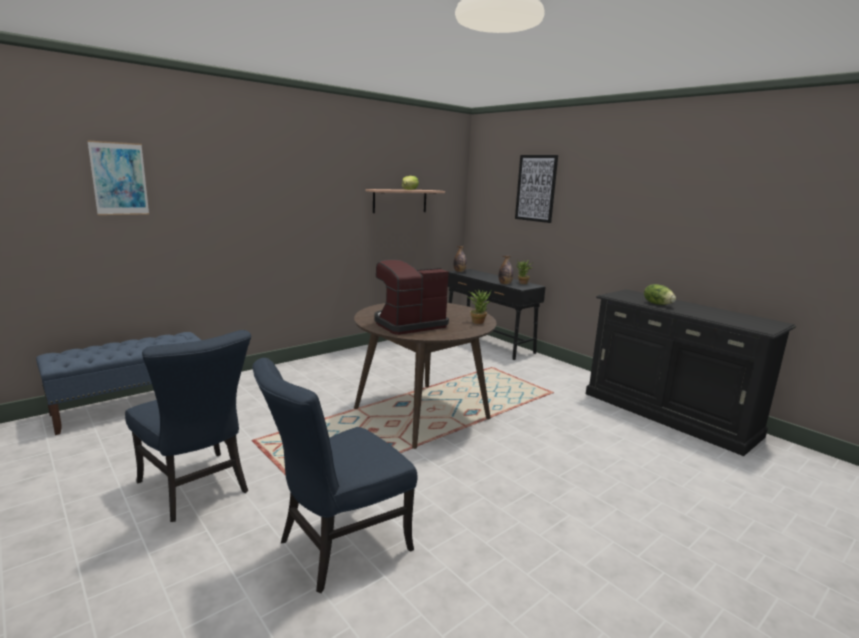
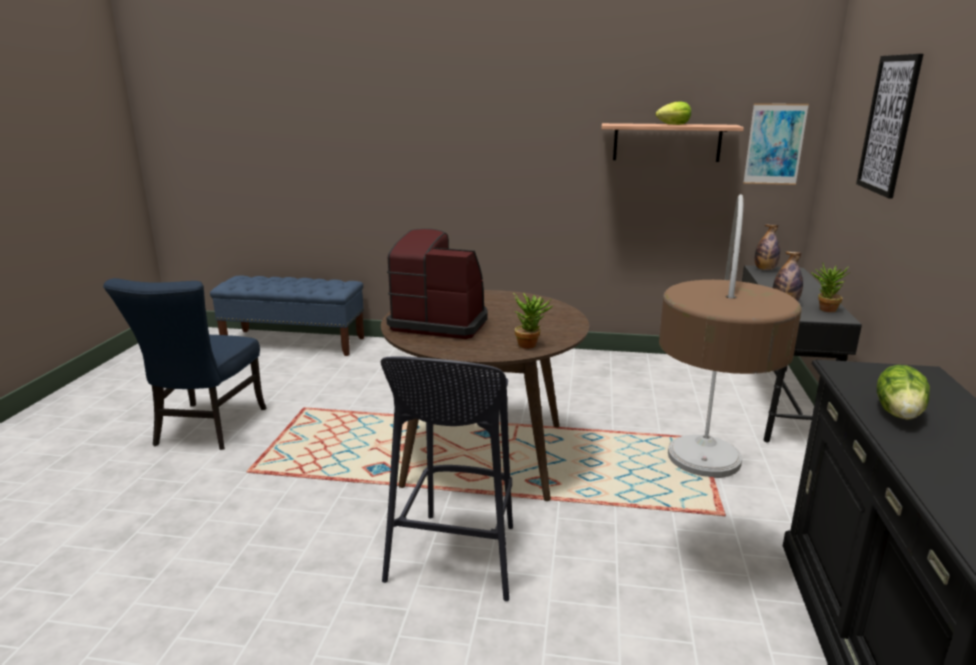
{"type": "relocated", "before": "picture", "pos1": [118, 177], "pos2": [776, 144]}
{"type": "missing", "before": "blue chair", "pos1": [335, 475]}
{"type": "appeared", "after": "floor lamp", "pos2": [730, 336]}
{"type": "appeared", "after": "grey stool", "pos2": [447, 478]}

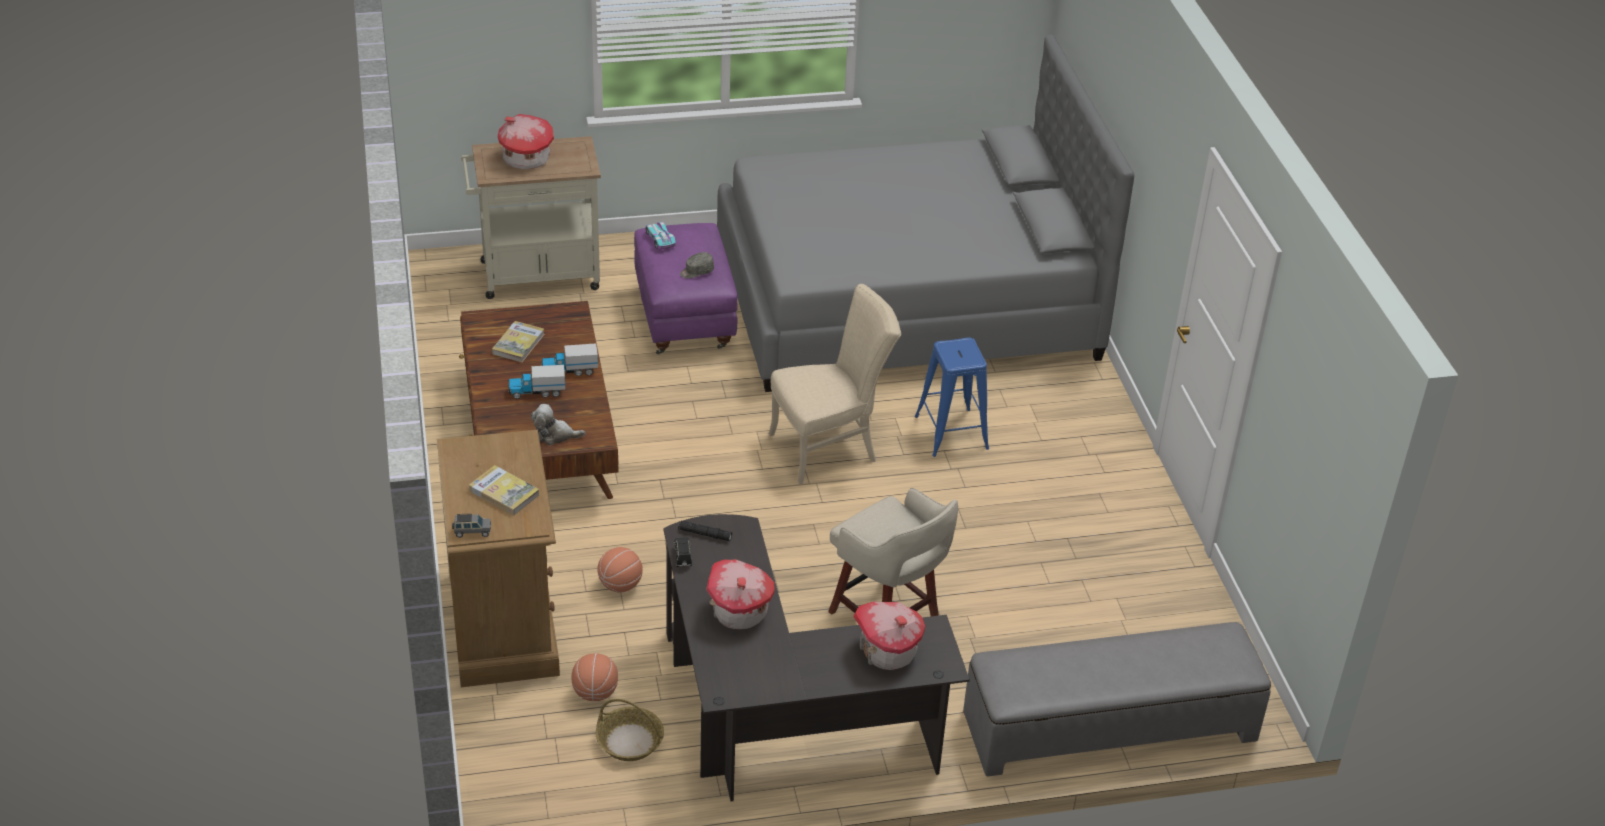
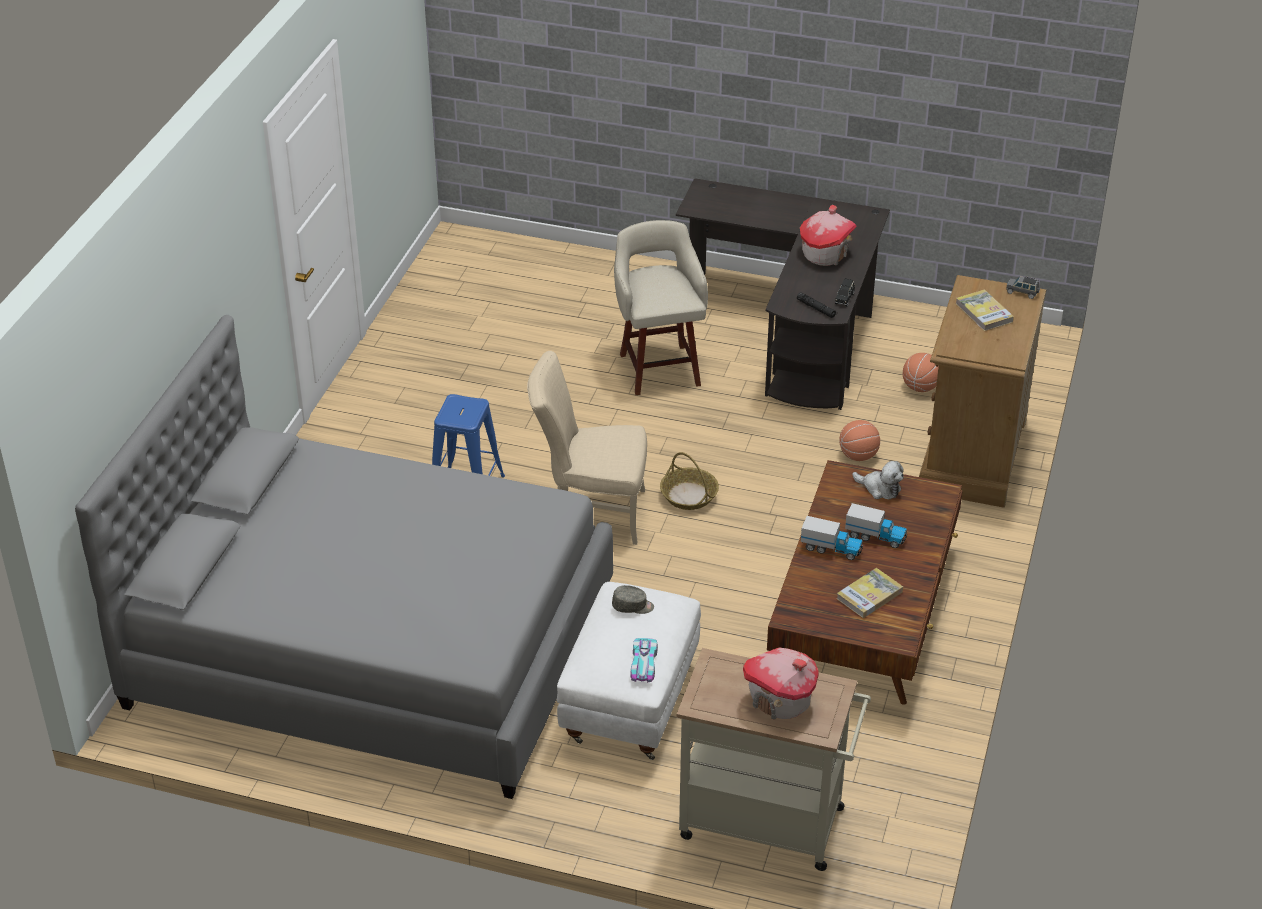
{"type": "colour", "before": "purple ottoman", "after": "white ottoman", "pos1": [686, 289], "pos2": [629, 671]}
{"type": "missing", "before": "toy house", "pos1": [889, 636]}
{"type": "missing", "before": "grey bench", "pos1": [1117, 699]}
{"type": "relocated", "before": "basket", "pos1": [630, 730], "pos2": [689, 481]}

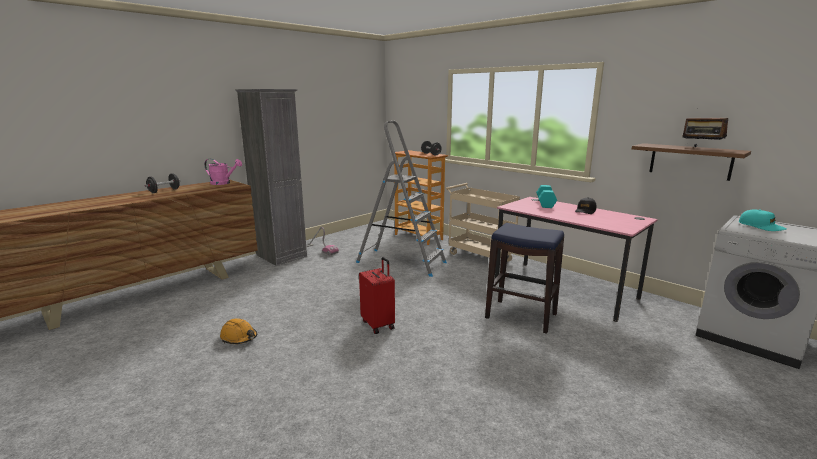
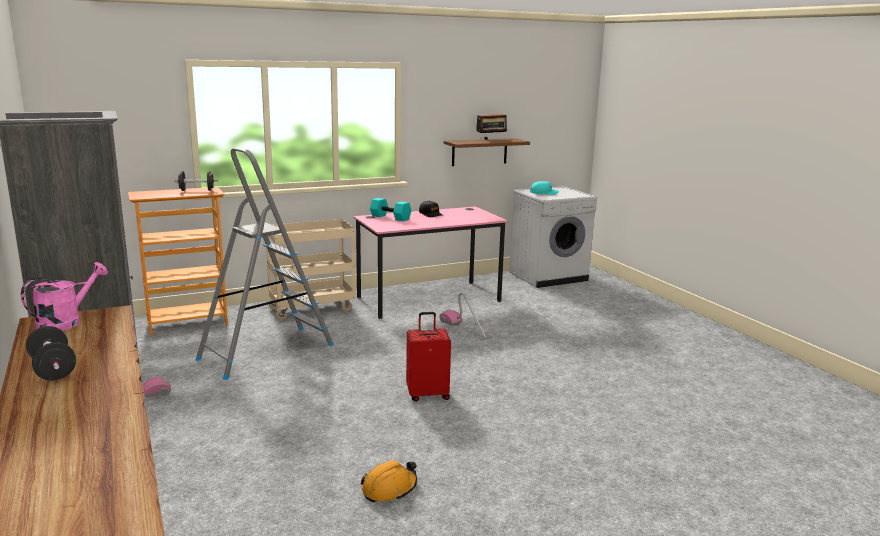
{"type": "exchanged", "before": "stool", "after": "vacuum cleaner", "pos1": [524, 278], "pos2": [466, 316]}

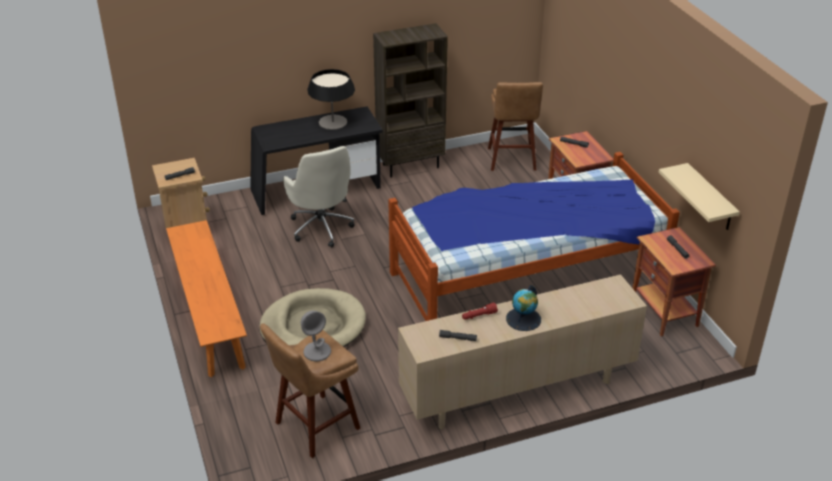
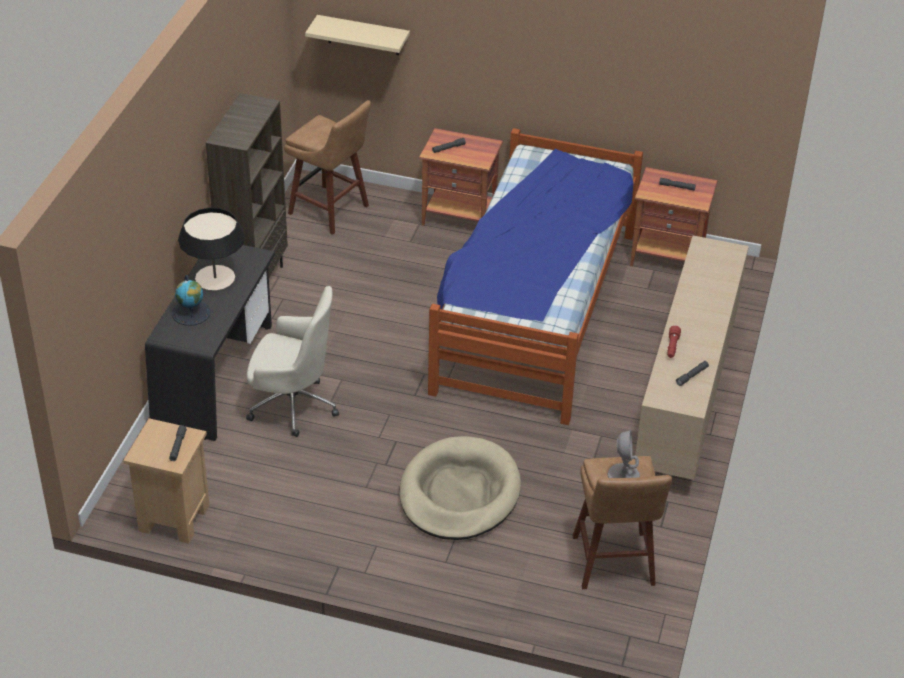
{"type": "relocated", "before": "beige shelf", "pos1": [699, 196], "pos2": [357, 35]}
{"type": "missing", "before": "orange bench", "pos1": [206, 298]}
{"type": "relocated", "before": "globe", "pos1": [523, 308], "pos2": [191, 300]}

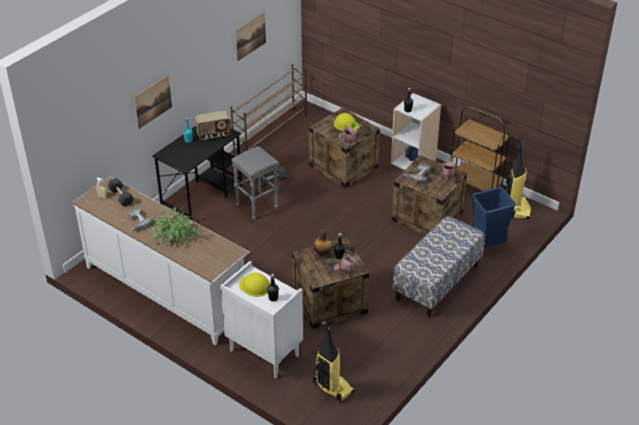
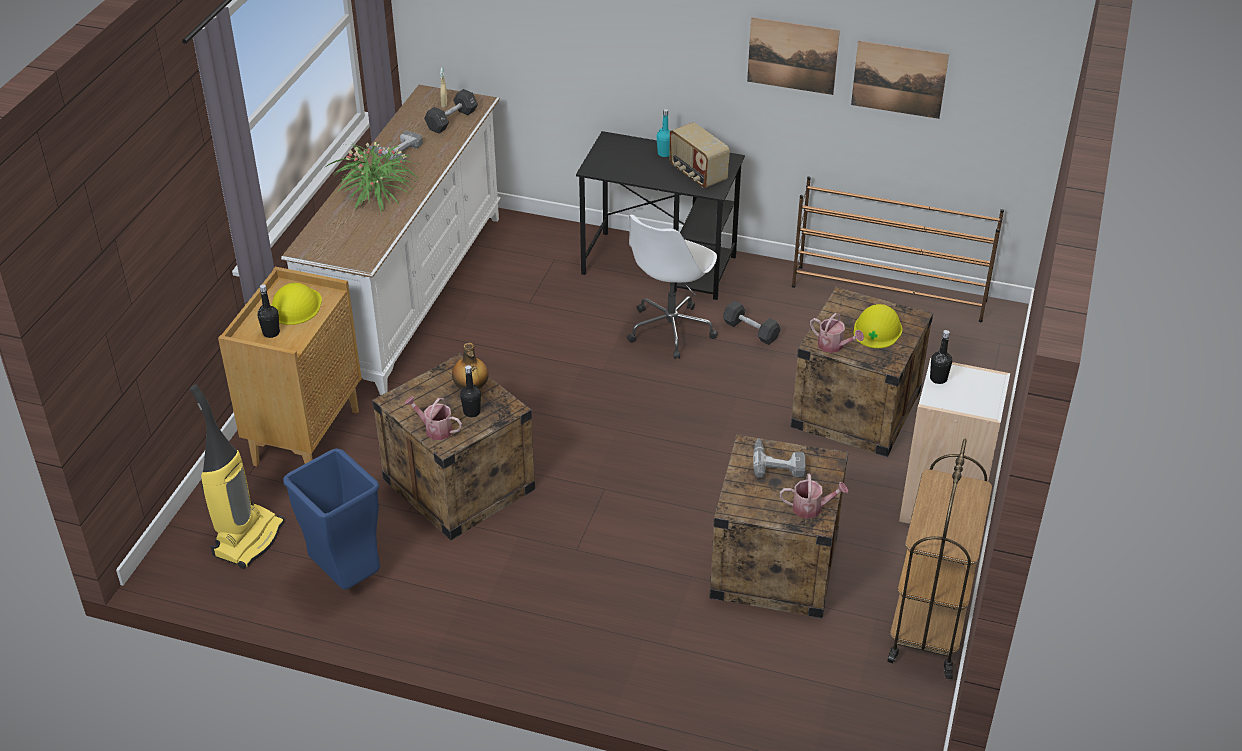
{"type": "relocated", "before": "picture", "pos1": [153, 102], "pos2": [793, 56]}
{"type": "missing", "before": "vacuum cleaner", "pos1": [518, 178]}
{"type": "exchanged", "before": "grey stool", "after": "white office chair", "pos1": [255, 183], "pos2": [672, 286]}
{"type": "relocated", "before": "blue trash can", "pos1": [494, 217], "pos2": [331, 519]}
{"type": "missing", "before": "bench", "pos1": [438, 266]}
{"type": "colour", "before": "white cabinet", "after": "brown cabinet", "pos1": [261, 319], "pos2": [290, 367]}

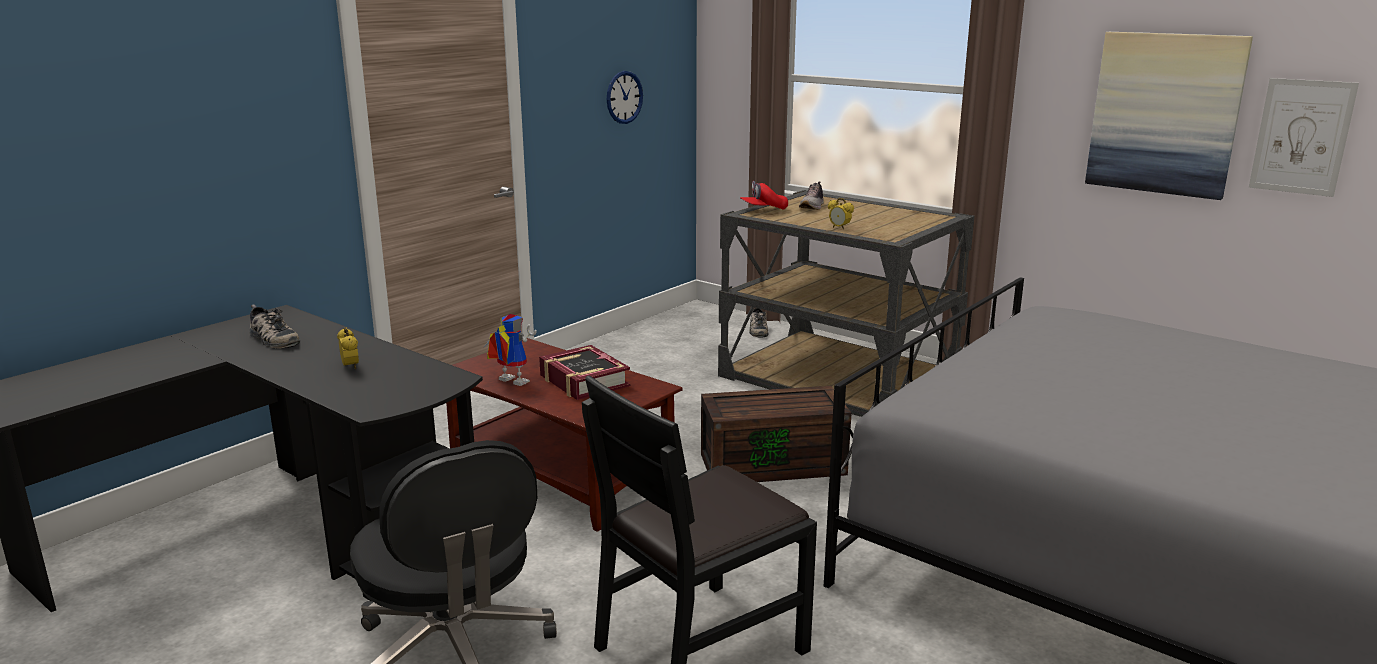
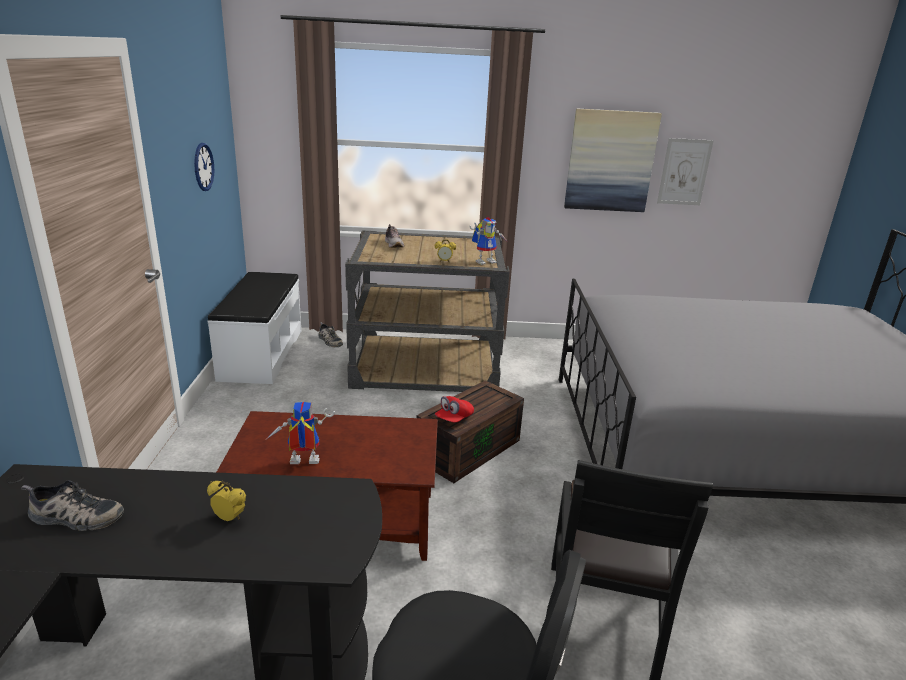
{"type": "relocated", "before": "red cap", "pos1": [764, 195], "pos2": [454, 409]}
{"type": "missing", "before": "book", "pos1": [584, 372]}
{"type": "appeared", "after": "toy robot", "pos2": [488, 241]}
{"type": "appeared", "after": "white bench", "pos2": [254, 328]}

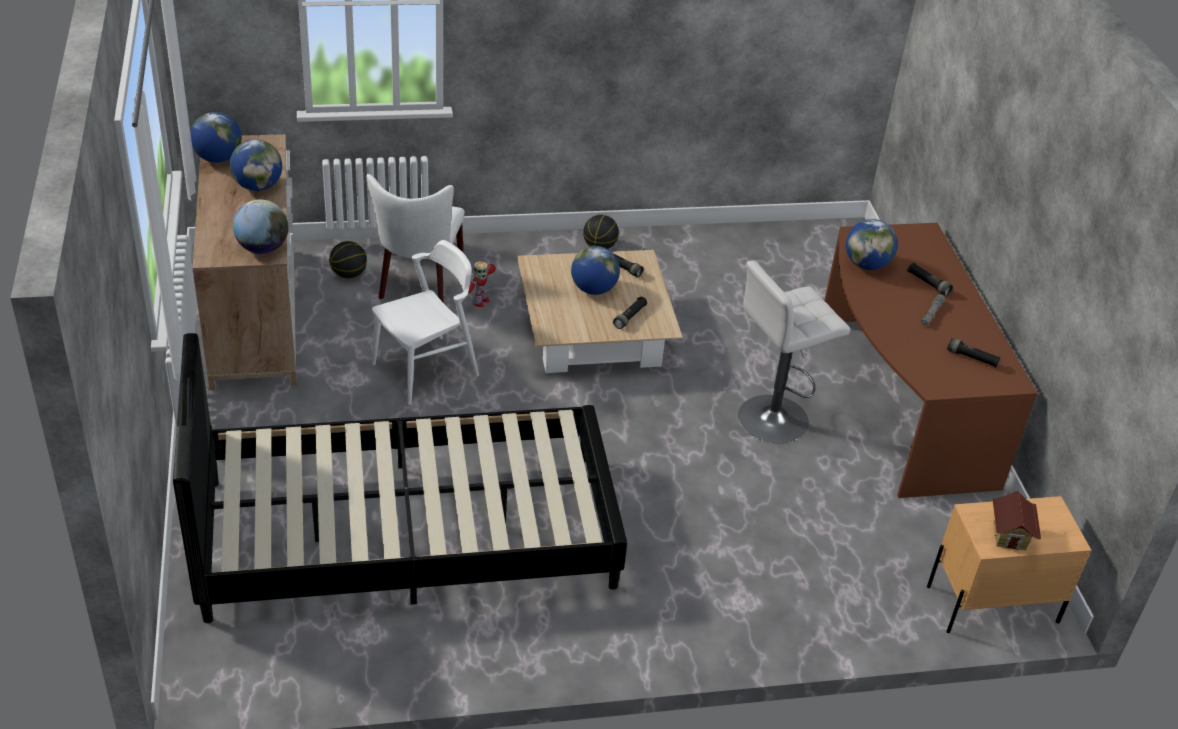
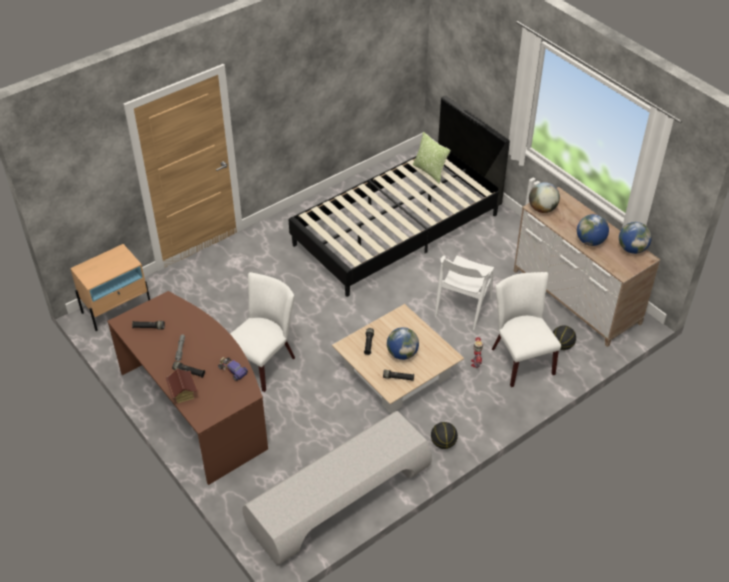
{"type": "exchanged", "before": "globe", "after": "toy car", "pos1": [872, 244], "pos2": [233, 369]}
{"type": "exchanged", "before": "white stool", "after": "white chair", "pos1": [794, 351], "pos2": [262, 332]}
{"type": "relocated", "before": "toy house", "pos1": [1016, 521], "pos2": [181, 385]}
{"type": "appeared", "after": "pillow", "pos2": [431, 158]}
{"type": "appeared", "after": "grey bench", "pos2": [337, 488]}

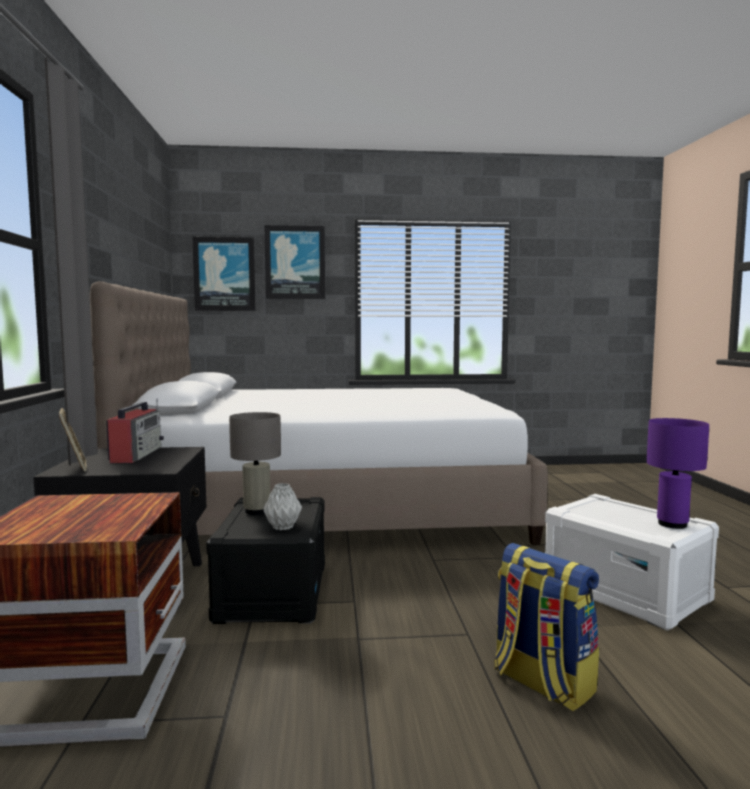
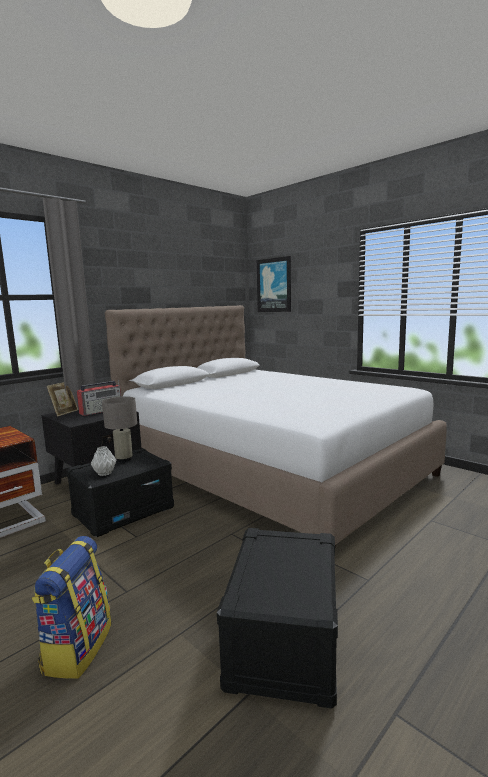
{"type": "missing", "before": "picture", "pos1": [294, 262]}
{"type": "missing", "before": "purple table lamp", "pos1": [678, 473]}
{"type": "colour", "before": "white storage box", "after": "black storage box", "pos1": [632, 562], "pos2": [277, 618]}

